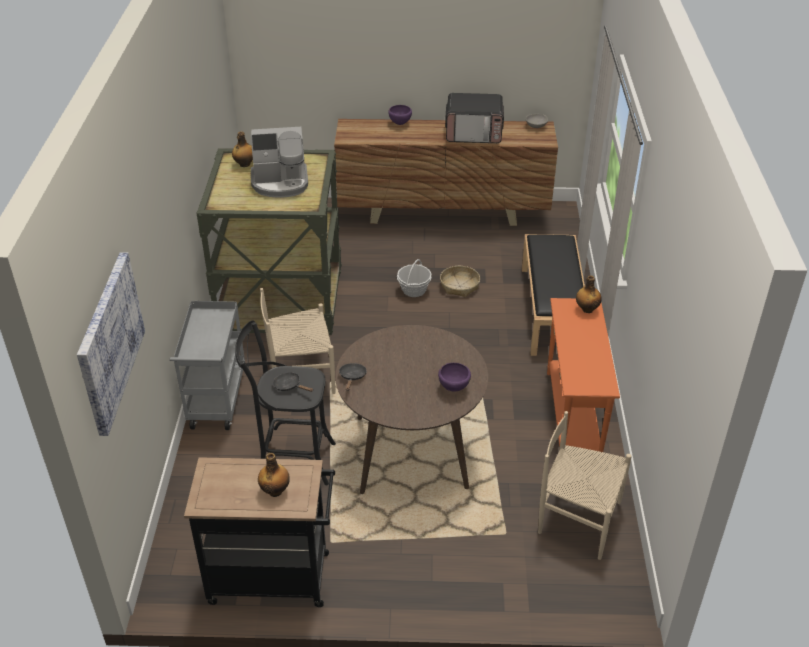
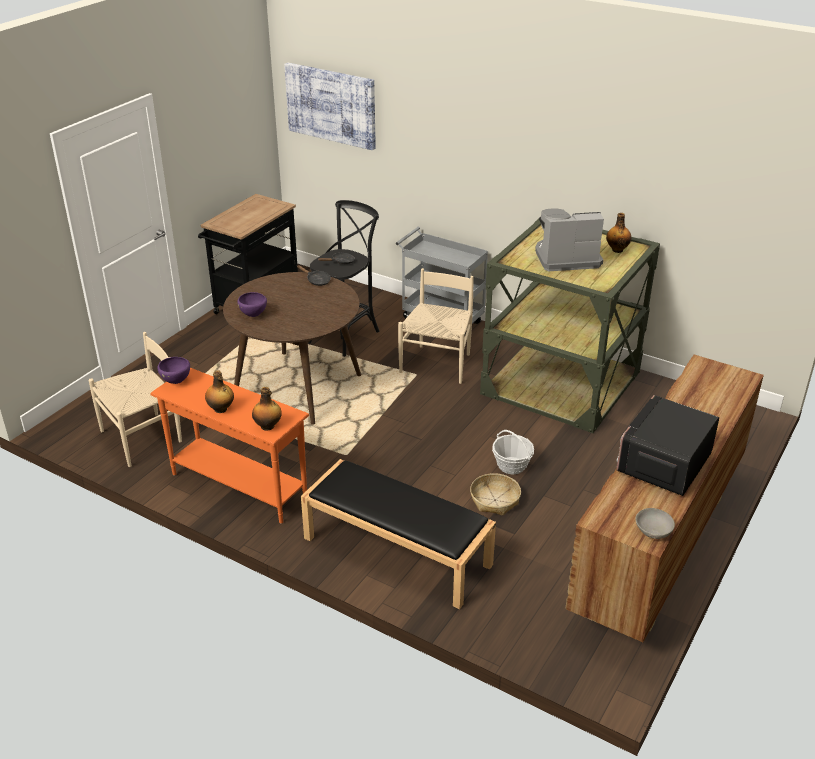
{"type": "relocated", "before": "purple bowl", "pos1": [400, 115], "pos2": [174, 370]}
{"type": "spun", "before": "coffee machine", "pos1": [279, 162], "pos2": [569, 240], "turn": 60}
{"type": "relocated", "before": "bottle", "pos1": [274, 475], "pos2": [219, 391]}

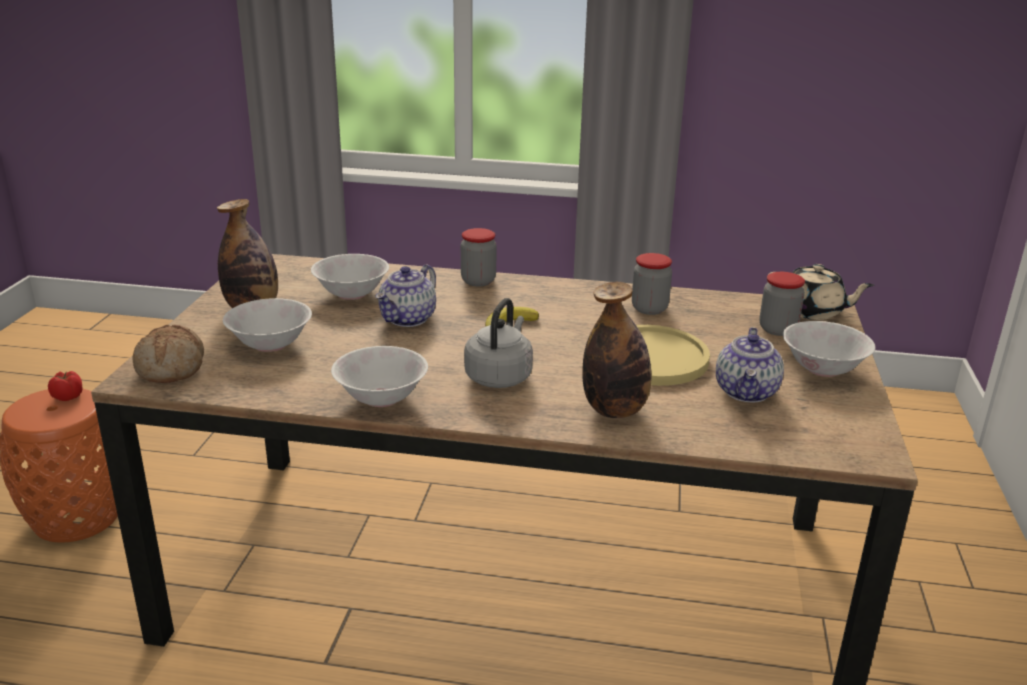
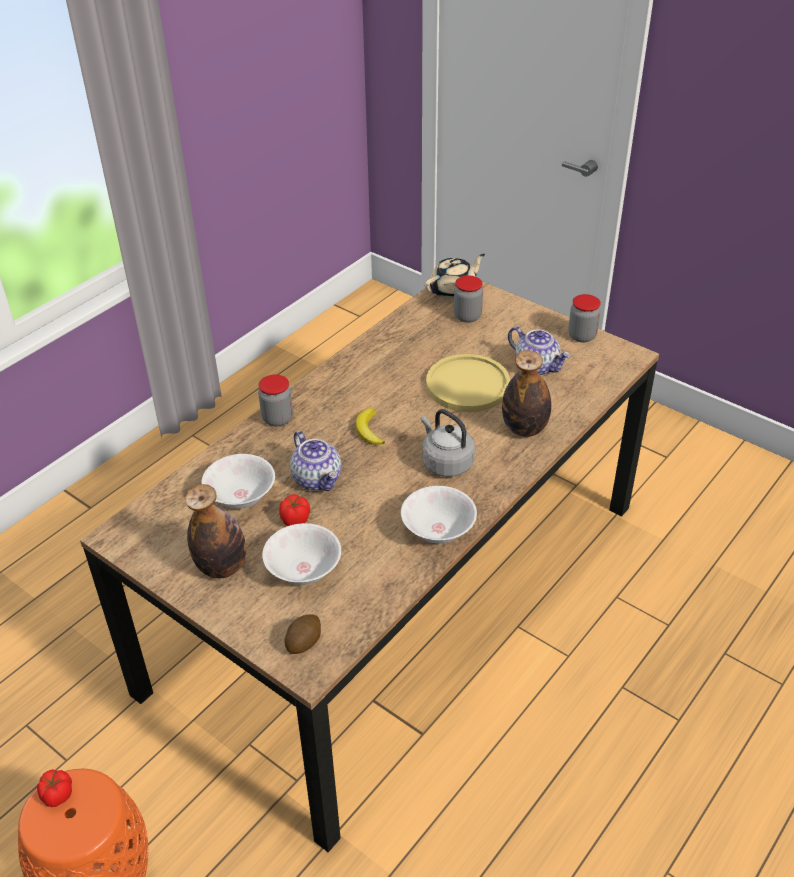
{"type": "relocated", "before": "jar", "pos1": [652, 284], "pos2": [584, 318]}
{"type": "missing", "before": "white bowl", "pos1": [829, 349]}
{"type": "exchanged", "before": "bread", "after": "potato", "pos1": [168, 353], "pos2": [303, 634]}
{"type": "appeared", "after": "tomato", "pos2": [294, 510]}

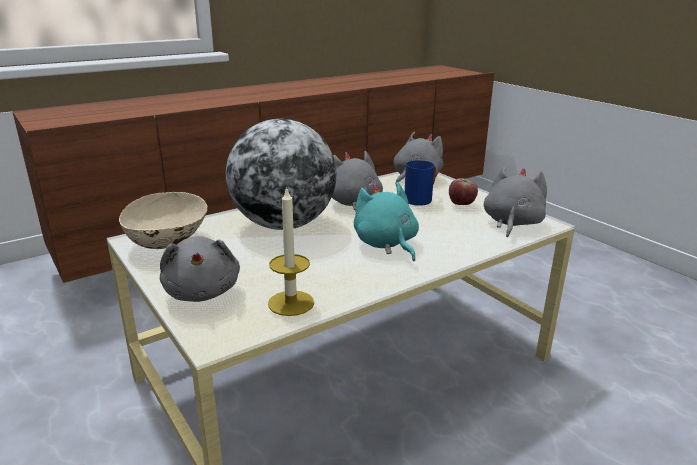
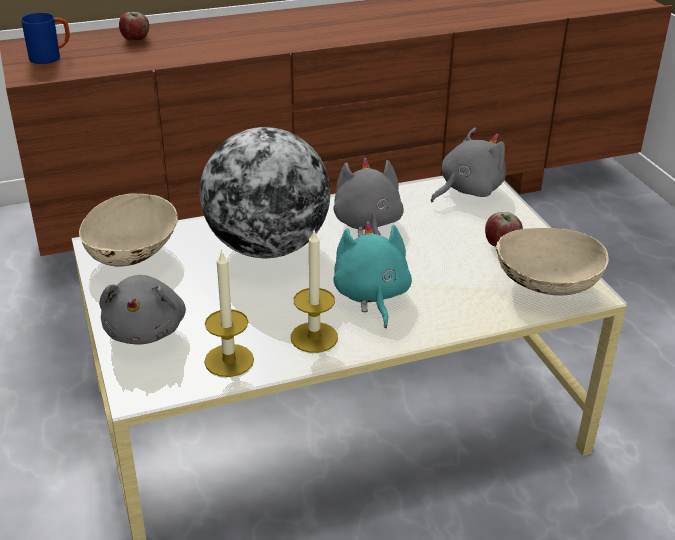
{"type": "relocated", "before": "blue mug", "pos1": [420, 183], "pos2": [45, 38]}
{"type": "exchanged", "before": "grey plush toy", "after": "beige bowl", "pos1": [515, 202], "pos2": [551, 261]}
{"type": "appeared", "after": "apple", "pos2": [134, 26]}
{"type": "appeared", "after": "candle", "pos2": [314, 292]}

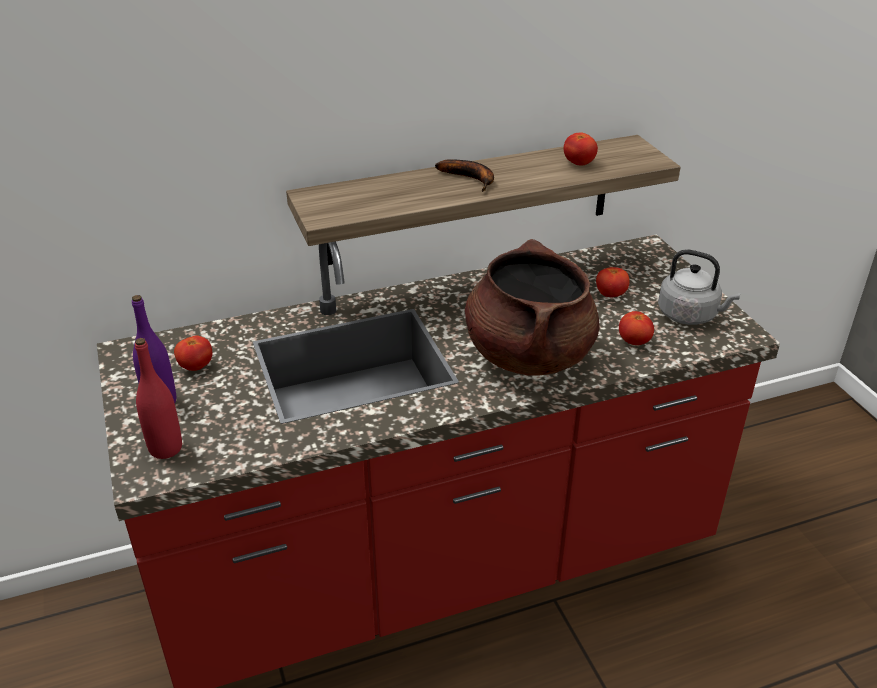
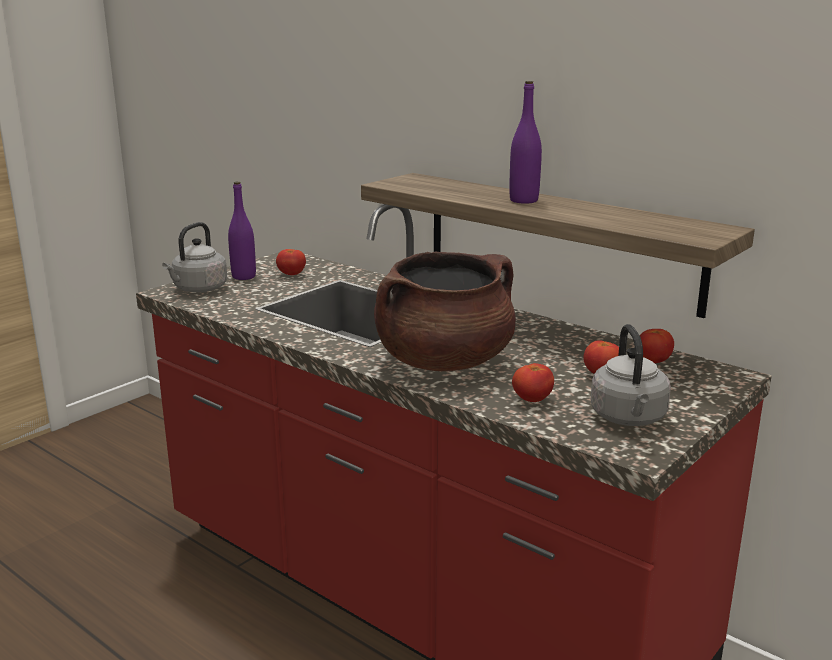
{"type": "relocated", "before": "tomato", "pos1": [581, 149], "pos2": [657, 346]}
{"type": "exchanged", "before": "banana", "after": "purple bottle", "pos1": [464, 175], "pos2": [525, 142]}
{"type": "exchanged", "before": "red bottle", "after": "grey kettle", "pos1": [158, 398], "pos2": [194, 257]}

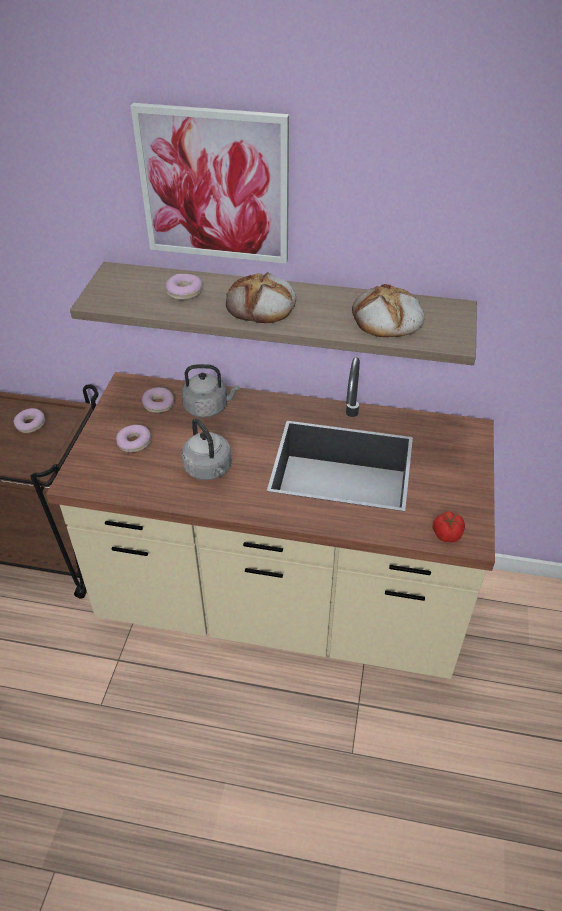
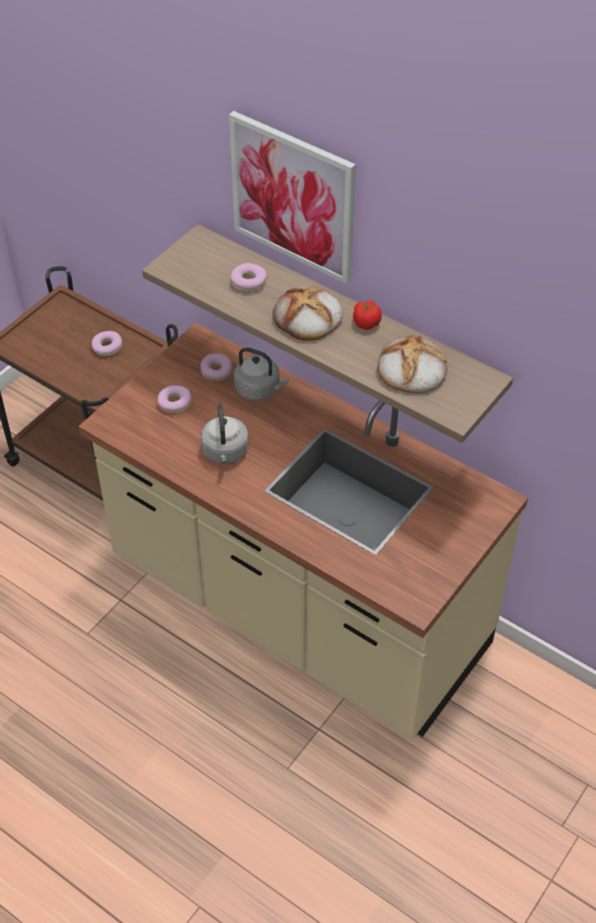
{"type": "relocated", "before": "tomato", "pos1": [449, 527], "pos2": [367, 315]}

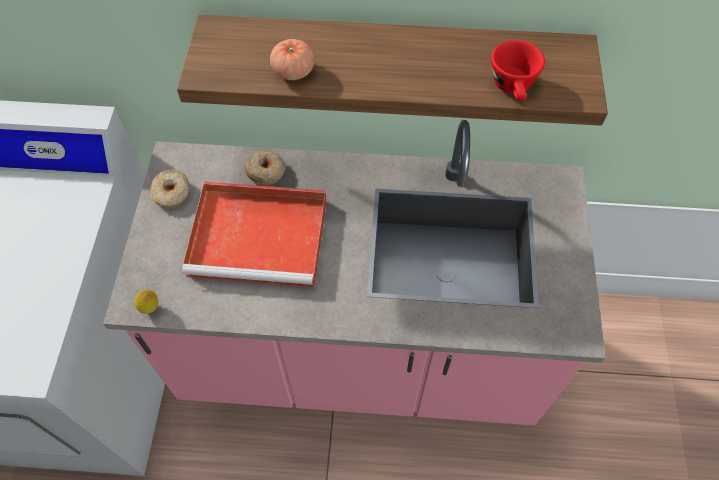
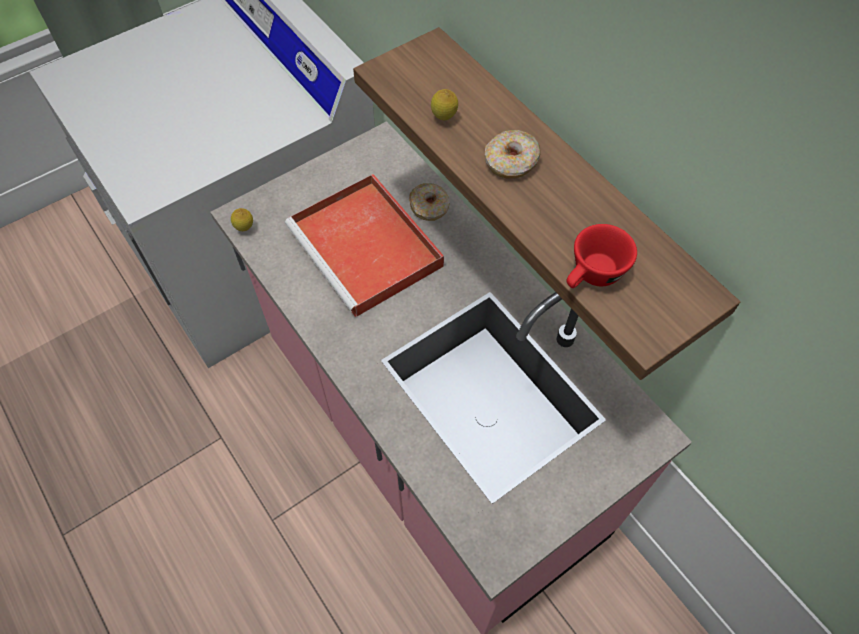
{"type": "exchanged", "before": "tomato", "after": "lemon", "pos1": [292, 59], "pos2": [444, 104]}
{"type": "relocated", "before": "donut", "pos1": [170, 189], "pos2": [512, 154]}

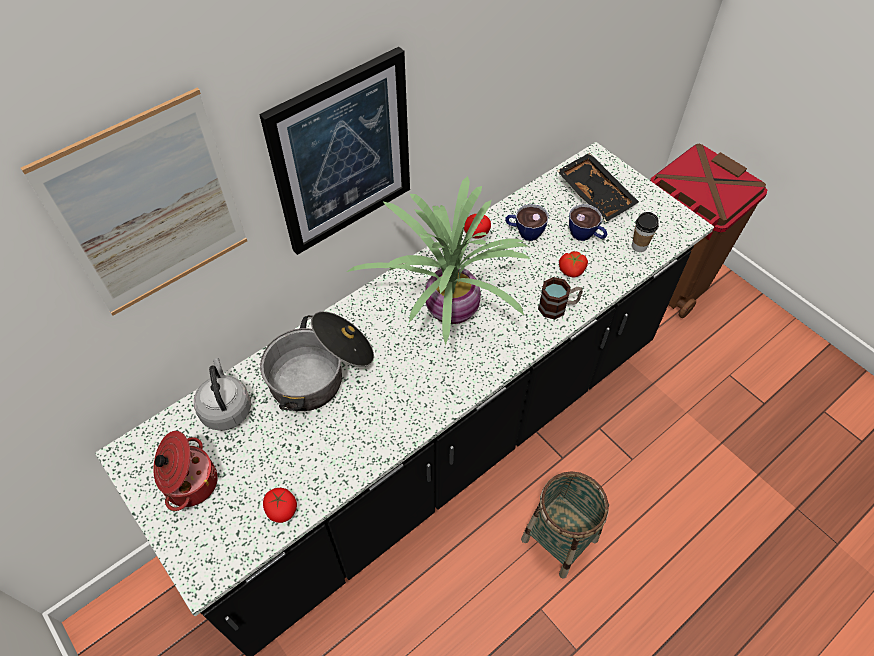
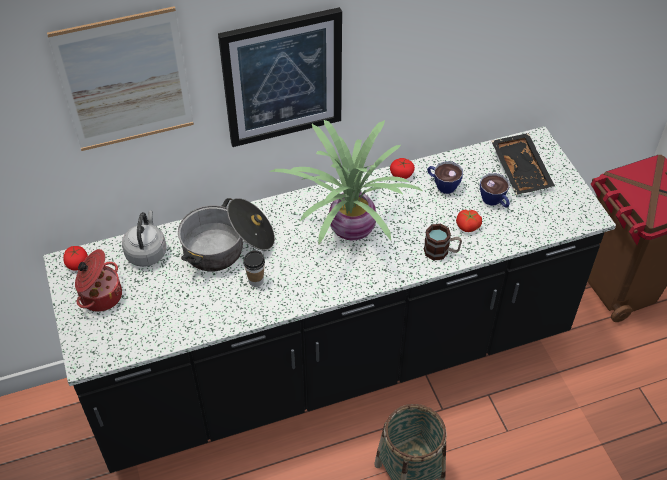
{"type": "relocated", "before": "cup", "pos1": [645, 232], "pos2": [254, 268]}
{"type": "relocated", "before": "tomato", "pos1": [280, 505], "pos2": [75, 258]}

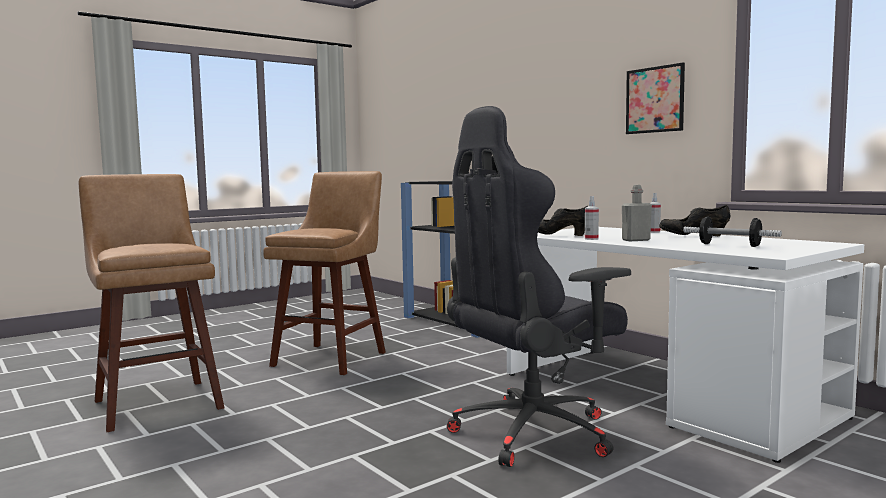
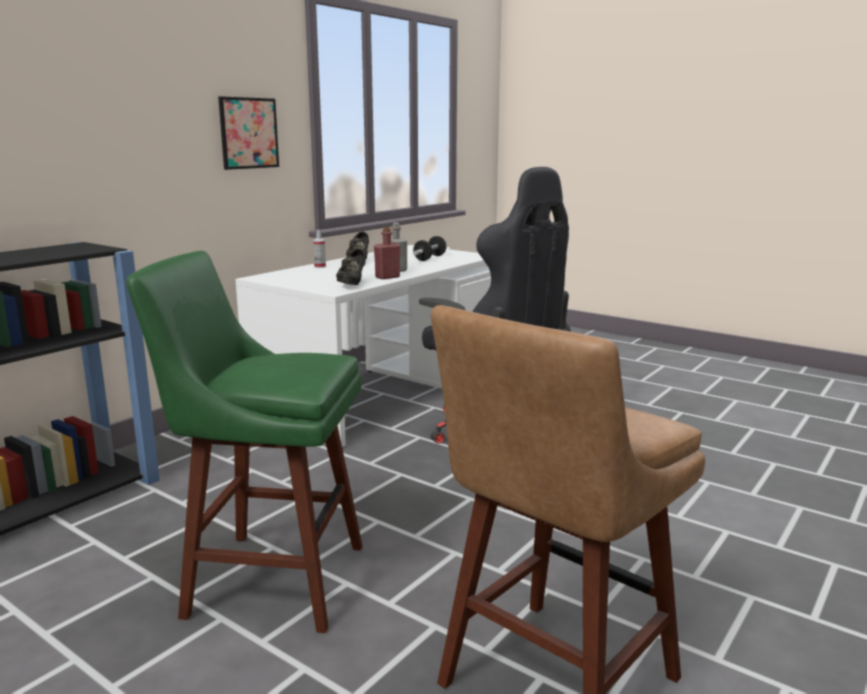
{"type": "colour", "before": "brown stool", "after": "green stool", "pos1": [324, 273], "pos2": [244, 442]}
{"type": "exchanged", "before": "spray bottle", "after": "red bottle", "pos1": [592, 218], "pos2": [387, 253]}

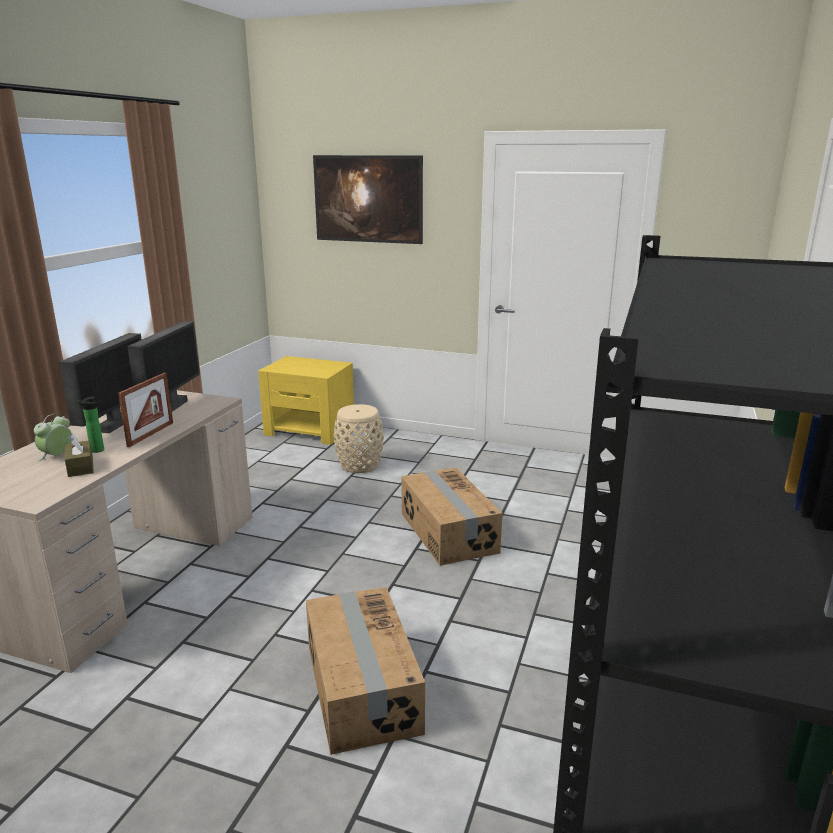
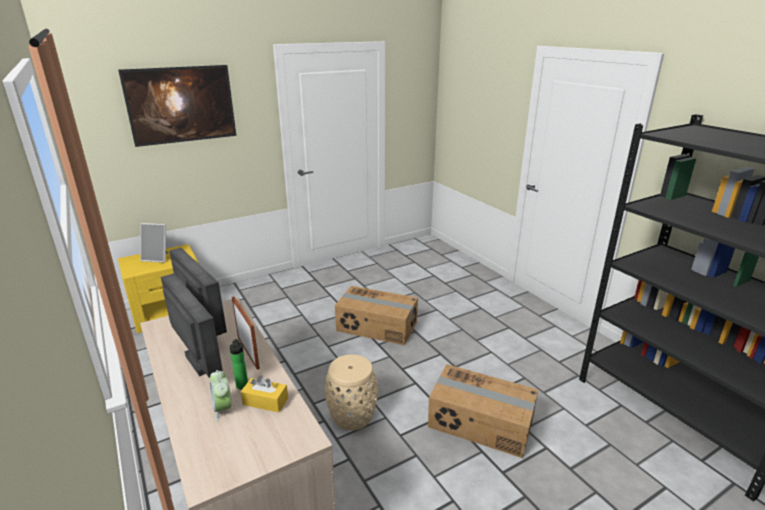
{"type": "relocated", "before": "beige stool", "pos1": [359, 438], "pos2": [351, 392]}
{"type": "colour", "before": "brown tissue box", "after": "yellow tissue box", "pos1": [79, 455], "pos2": [264, 394]}
{"type": "appeared", "after": "picture frame", "pos2": [155, 243]}

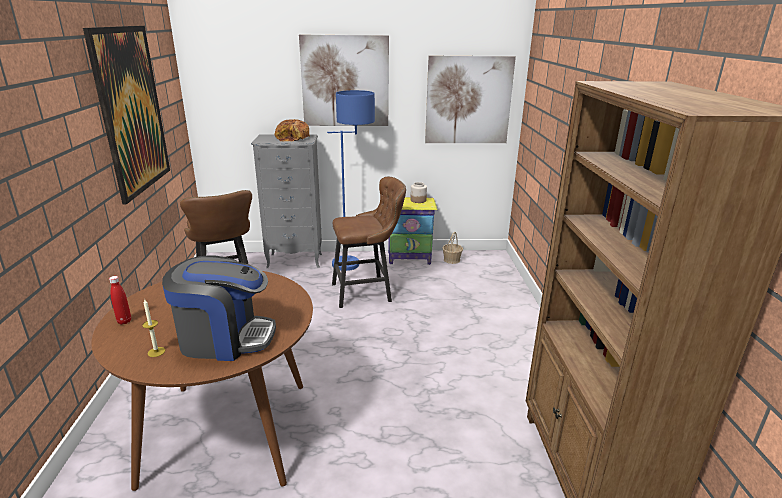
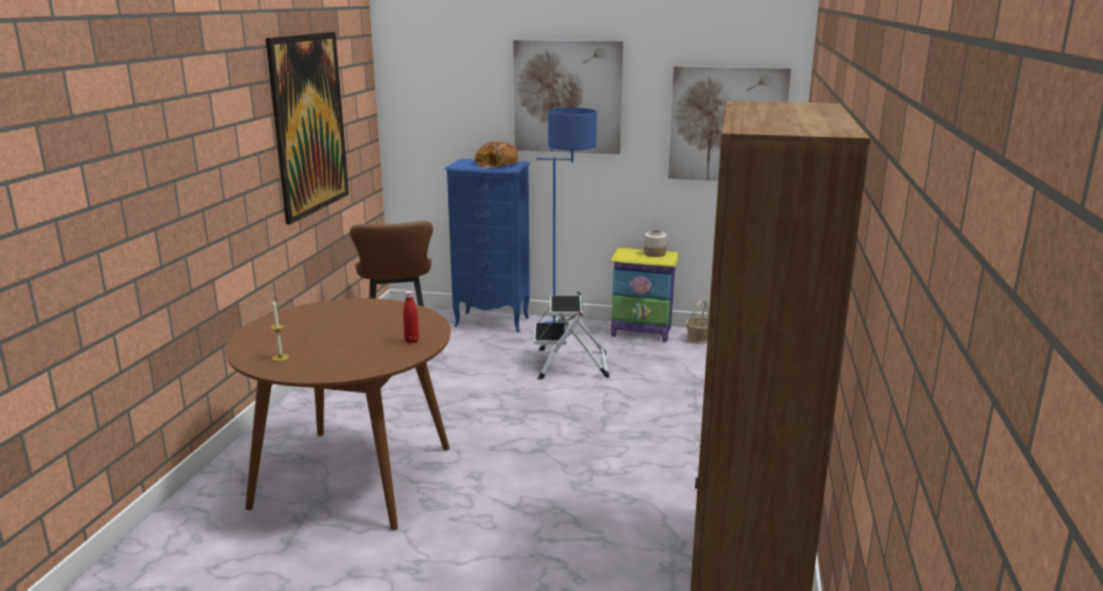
{"type": "colour", "before": "grey dresser", "after": "blue dresser", "pos1": [286, 201], "pos2": [487, 245]}
{"type": "exchanged", "before": "brown stool", "after": "step ladder", "pos1": [369, 242], "pos2": [572, 335]}
{"type": "missing", "before": "coffee machine", "pos1": [219, 308]}
{"type": "relocated", "before": "red bottle", "pos1": [120, 300], "pos2": [411, 317]}

